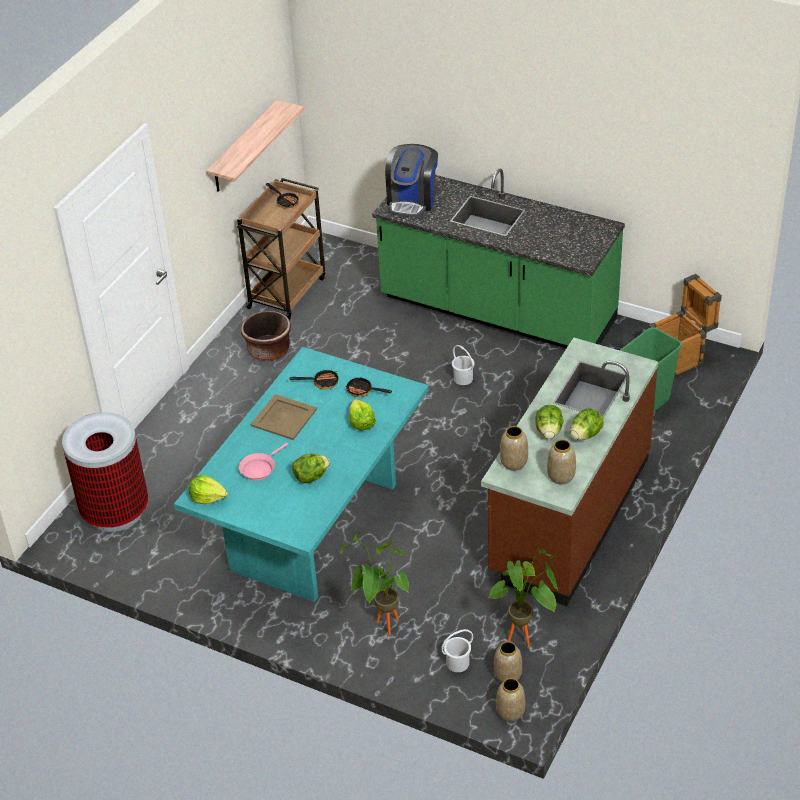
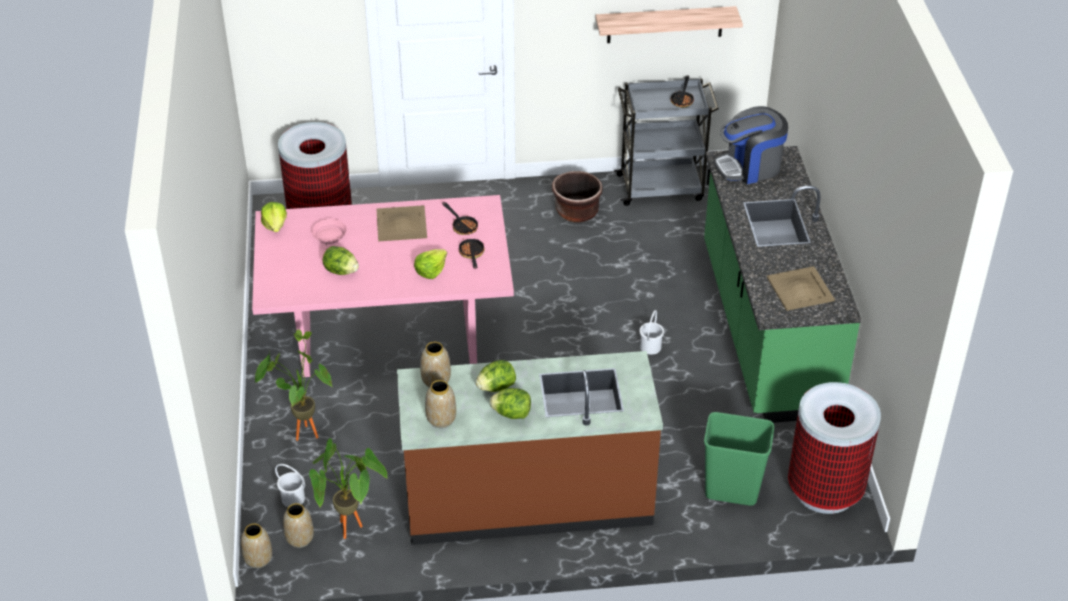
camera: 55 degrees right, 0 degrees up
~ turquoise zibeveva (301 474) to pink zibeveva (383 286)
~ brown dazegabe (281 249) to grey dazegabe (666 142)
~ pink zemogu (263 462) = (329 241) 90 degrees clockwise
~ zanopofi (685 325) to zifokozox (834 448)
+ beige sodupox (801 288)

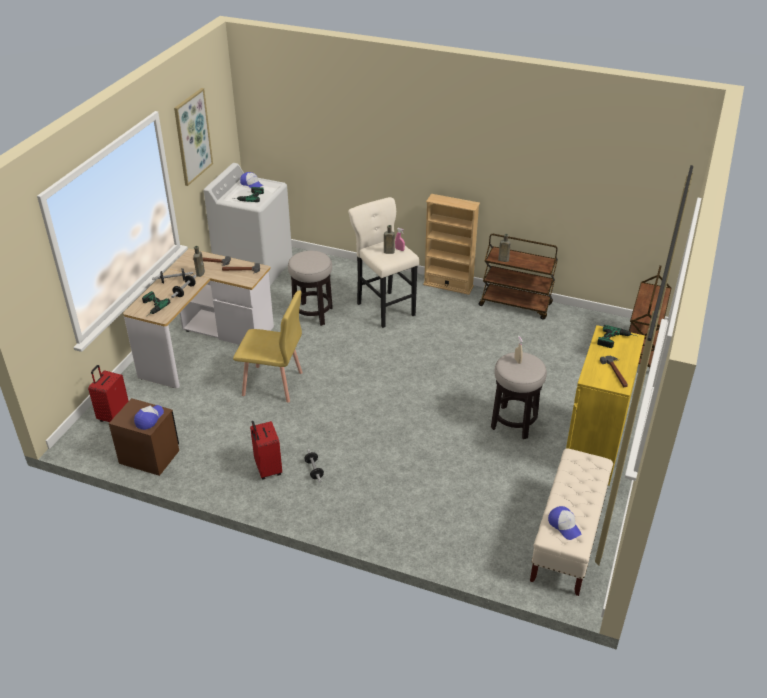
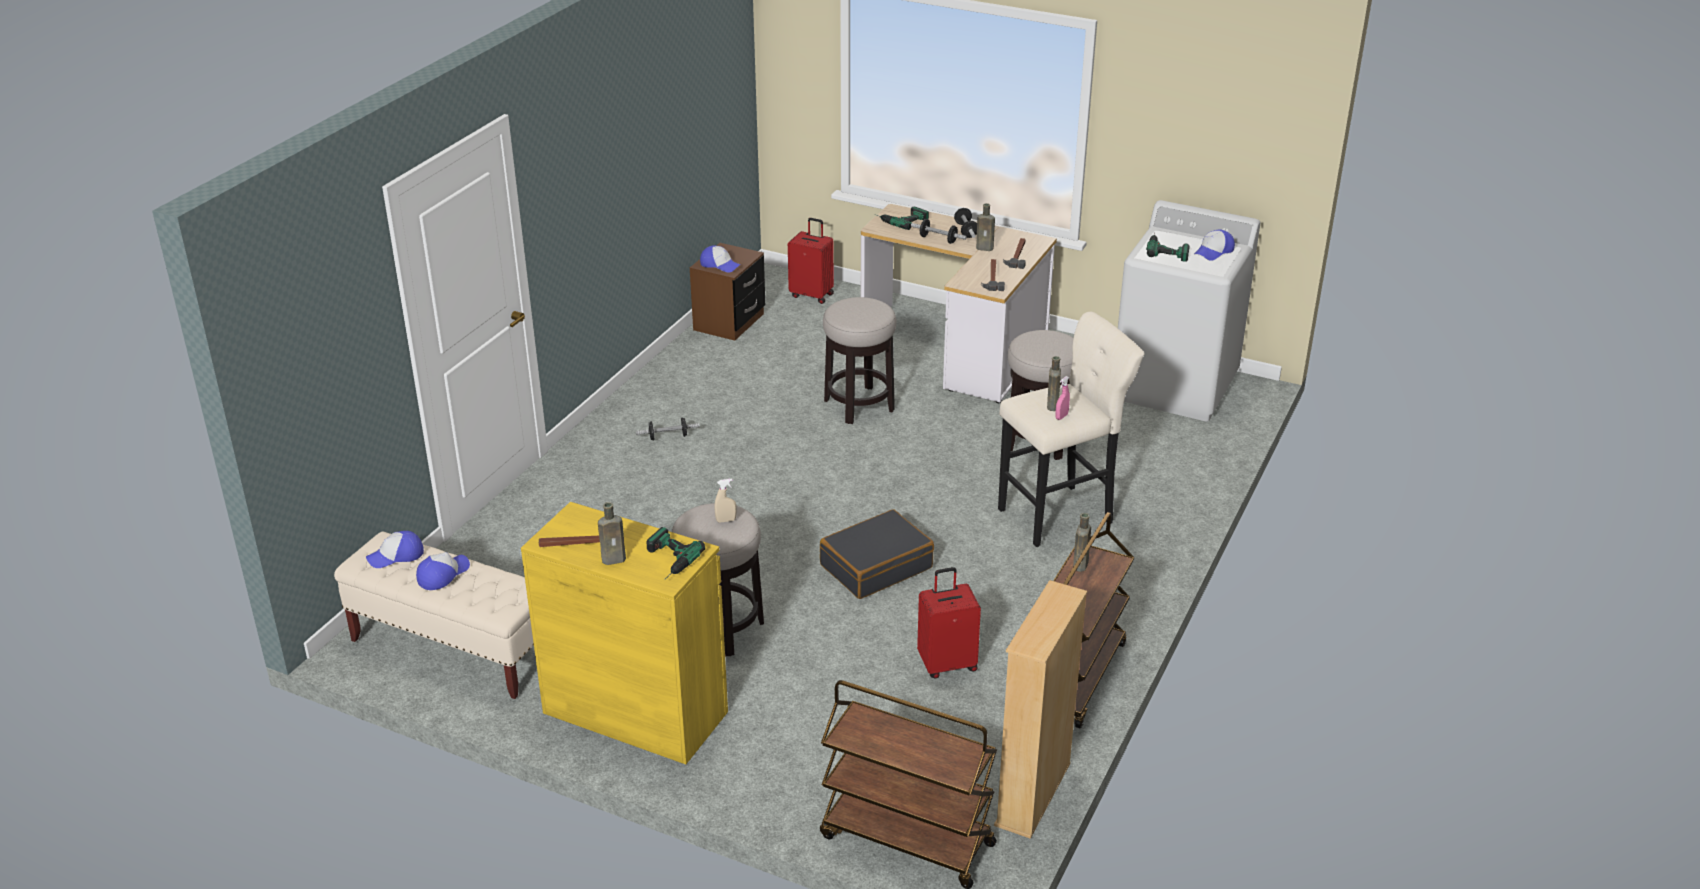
camera: 95 degrees right, 5 degrees down
- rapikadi (193 137)
~ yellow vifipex (267 346) to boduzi (859 360)
~ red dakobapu (266 450) to (949 623)
~ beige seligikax (451 244) to (1040 709)
+ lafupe (443 571)
+ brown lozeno (612 533)
+ black dakobapu (877 554)

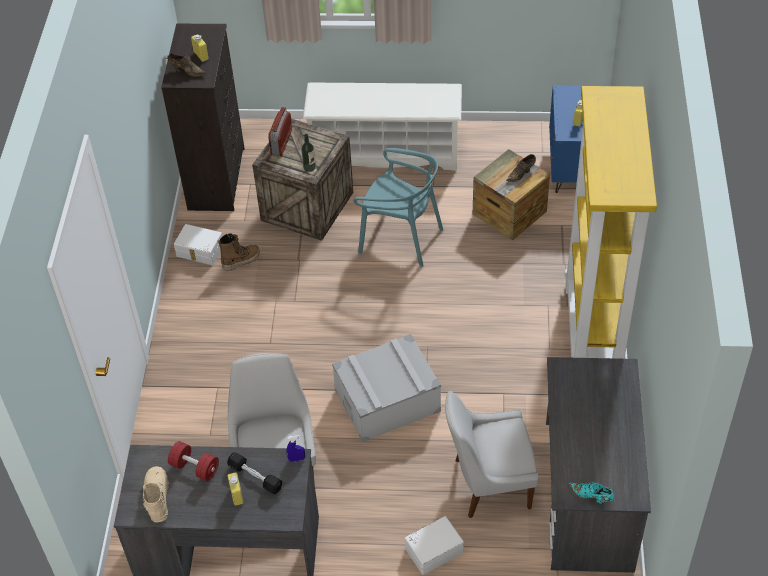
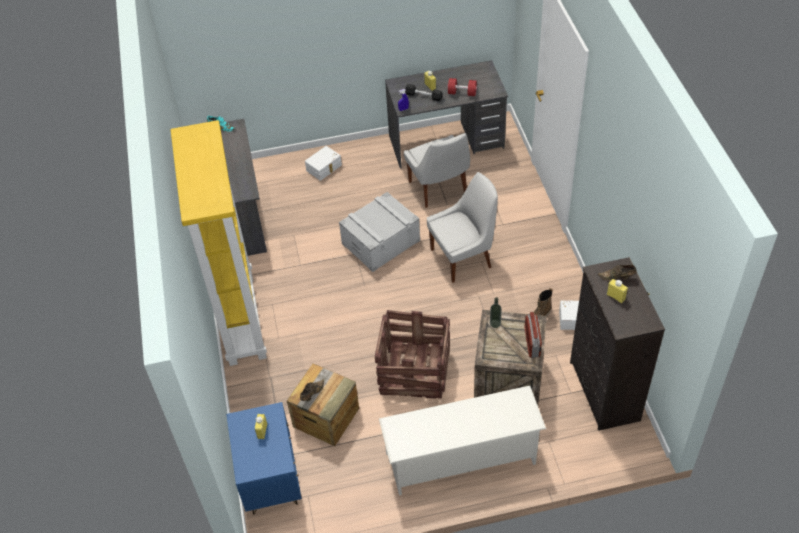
camera: 165 degrees right, 0 degrees up
- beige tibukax (156 494)
~ turquoise vifipex (398 207) to zanopofi (412 354)
~ white vifipex (492 454) to (462 227)

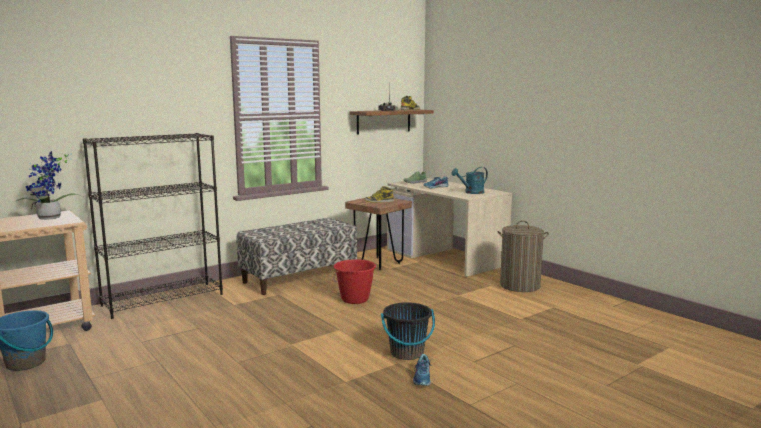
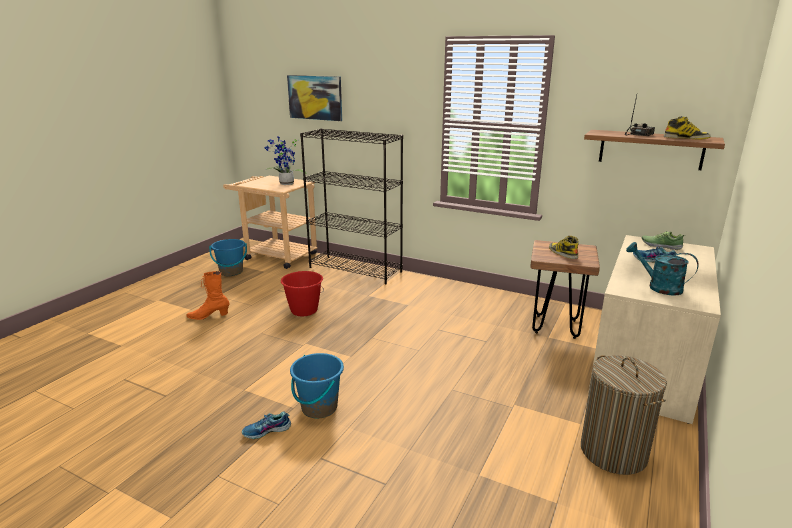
camera: 65 degrees right, 10 degrees up
- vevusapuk (296 256)
~ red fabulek (355 281) to (302 293)
~ black fabulek (408 331) to blue fabulek (317 385)
+ orange tibukax (208 295)
+ rapikadi (314 98)

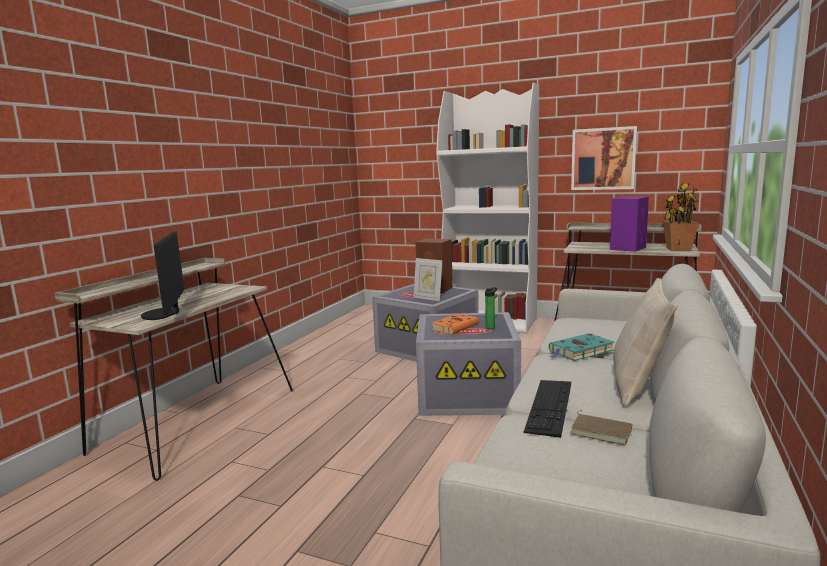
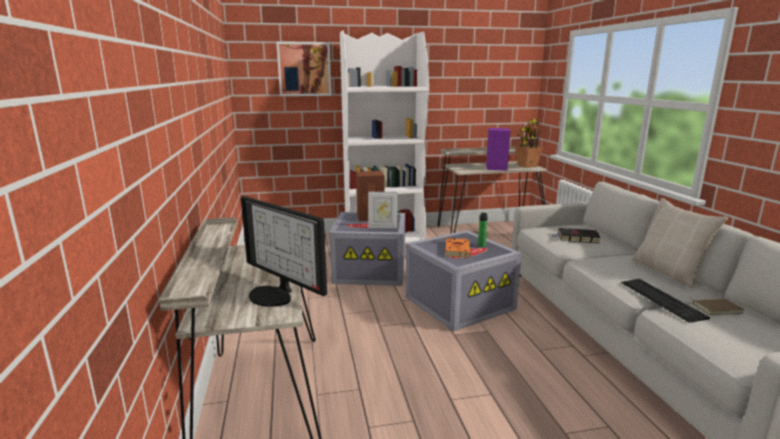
camera: 35 degrees left, 5 degrees up
- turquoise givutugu (581 347)
~ rapikadi (604 158) to (304 68)
+ black givutugu (576 235)

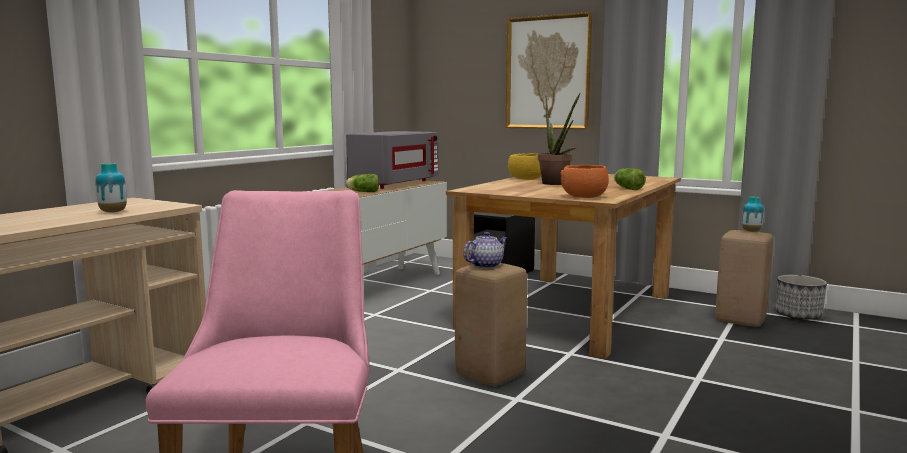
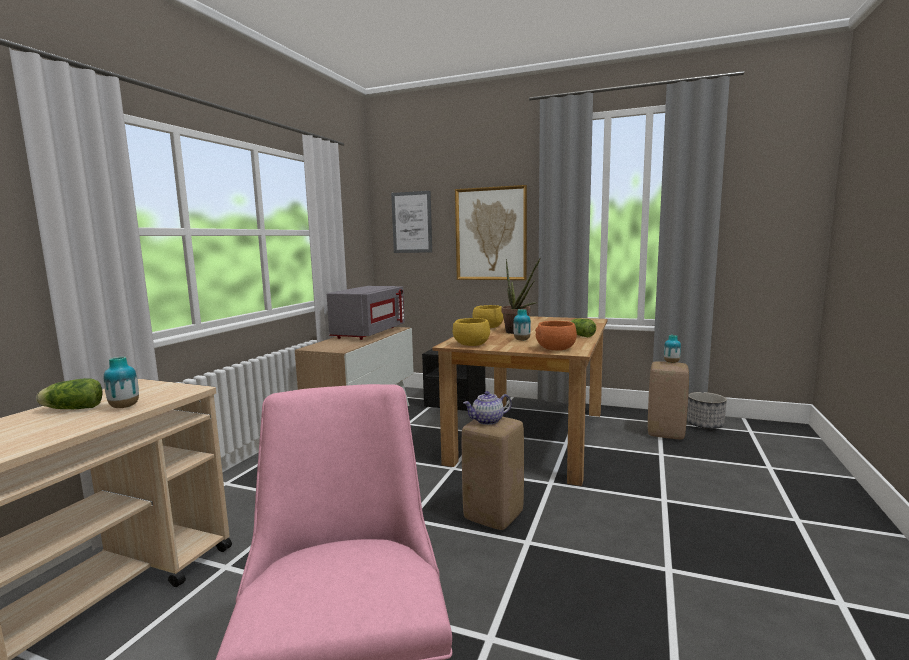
camera: 10 degrees left, 0 degrees up
~ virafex (362 183) to (69 393)
~ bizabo (485 250) = (487 408) 150 degrees counterclockwise
+ rapikadi (411 222)
+ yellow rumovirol (471 332)
+ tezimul (522 325)

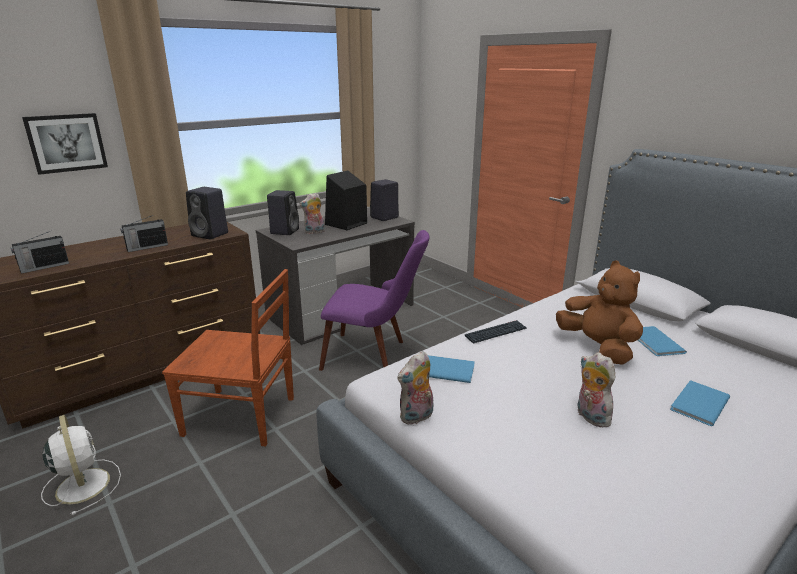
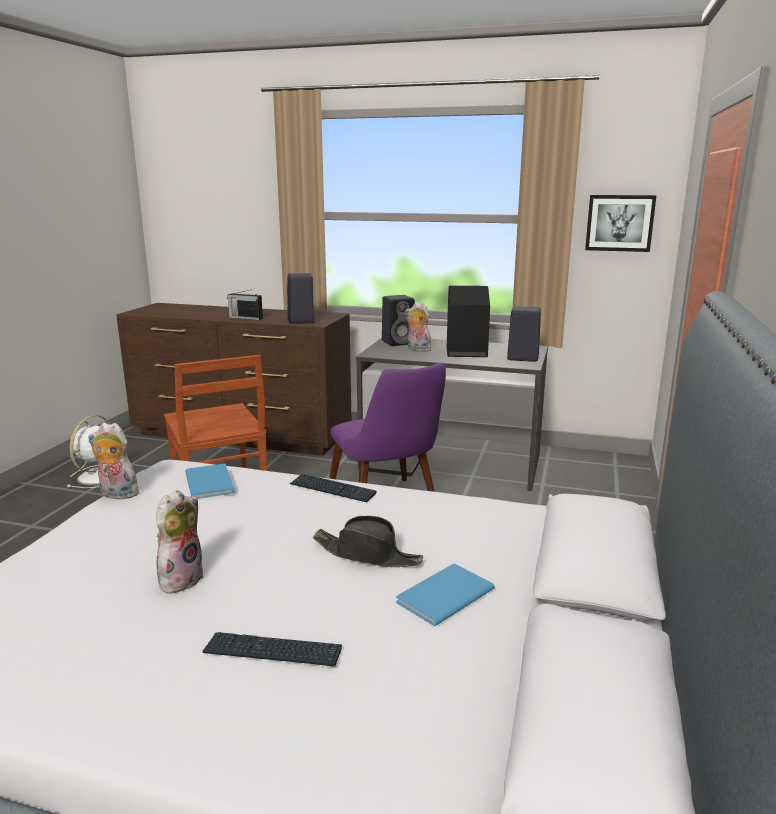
camera: 55 degrees right, 5 degrees down
- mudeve (40 252)
~ rapikadi (65 144) to (620 223)
~ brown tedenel (599 312) to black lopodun (368 541)
~ blue givutugu (700 403) to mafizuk (272 649)

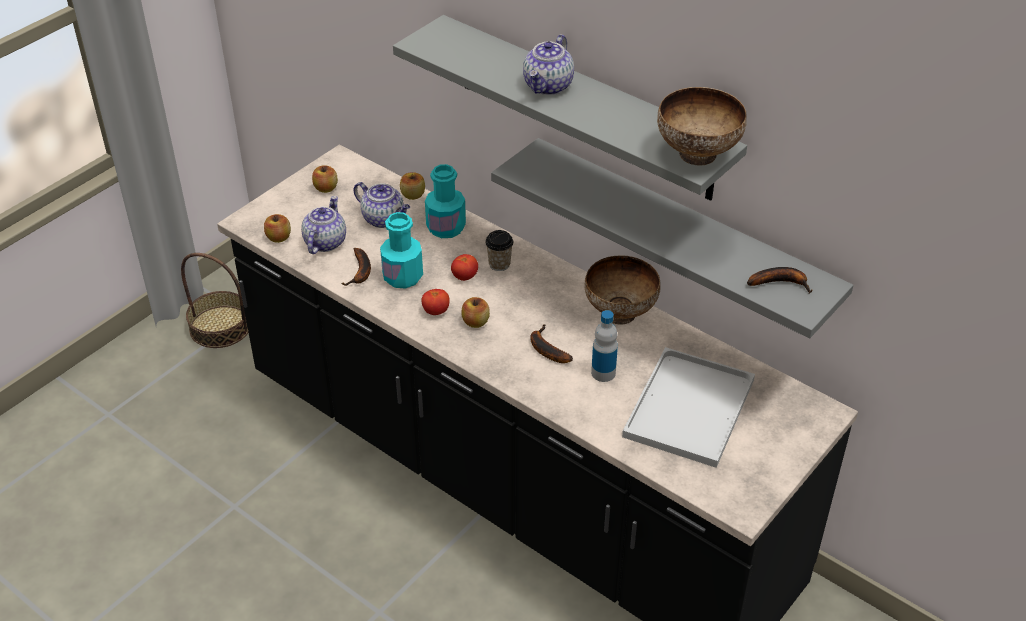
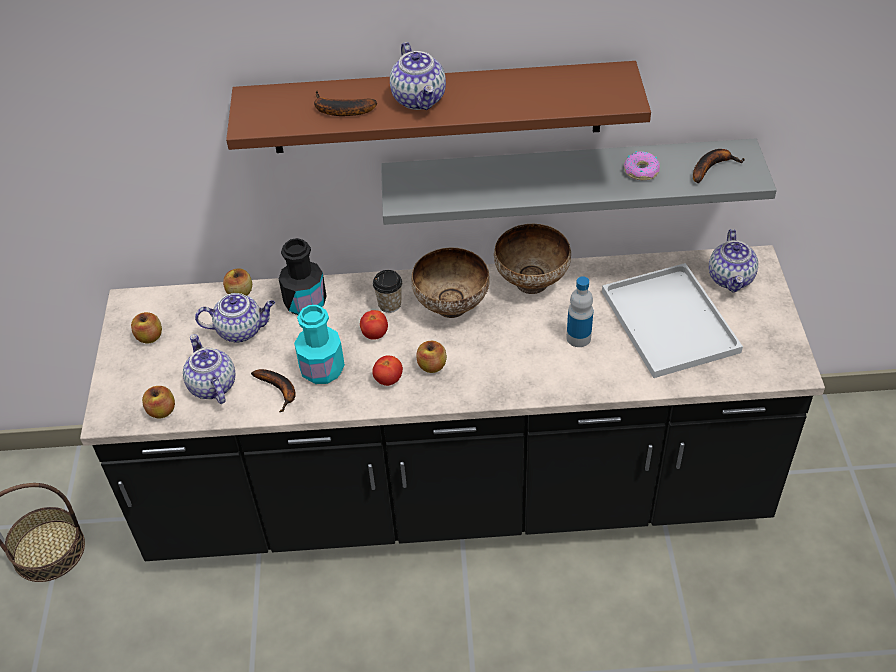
camera: 40 degrees left, 5 degrees up
~ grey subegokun (570 108) to brown subegokun (438 107)
~ turquoise lozeno (445 201) to black lozeno (303 276)
~ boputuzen (551 343) to (345 103)
~ rumovirol (702 126) to (450 282)
+ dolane (642 165)
+ bizabo (733 261)

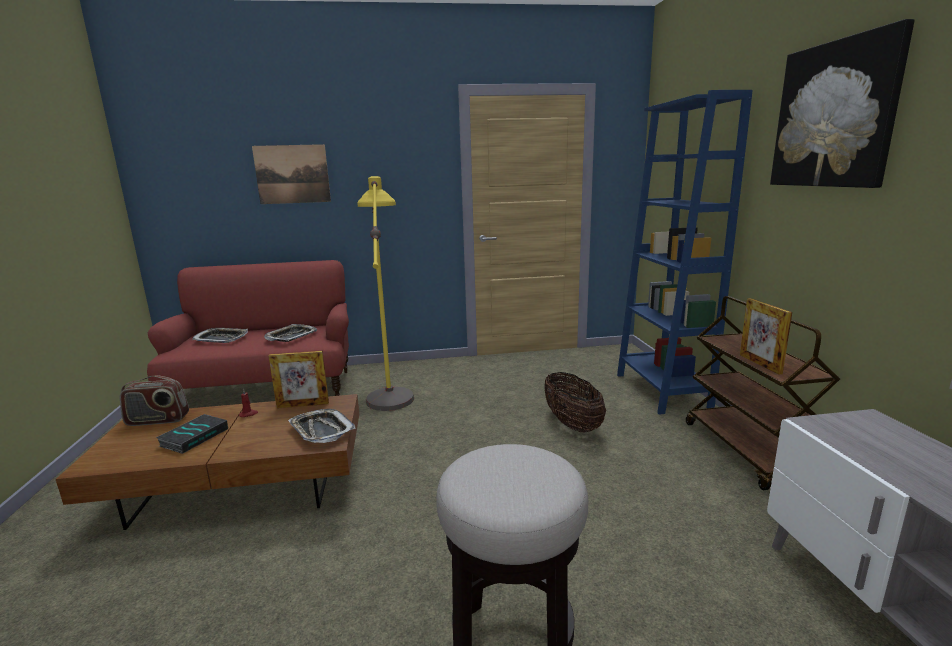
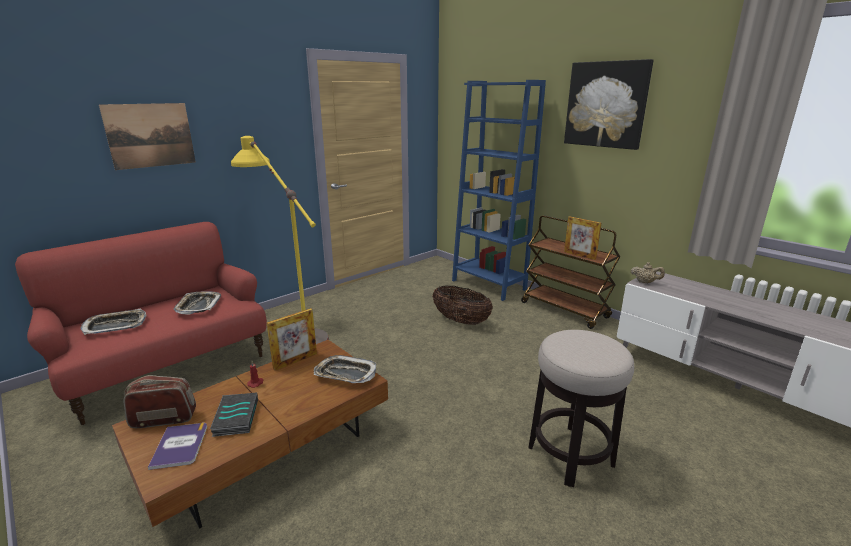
camera: 35 degrees left, 5 degrees up
~ mudeve (154 400) = (160 401) 150 degrees counterclockwise
+ givutugu (177 446)
+ beige bizabo (648 272)

